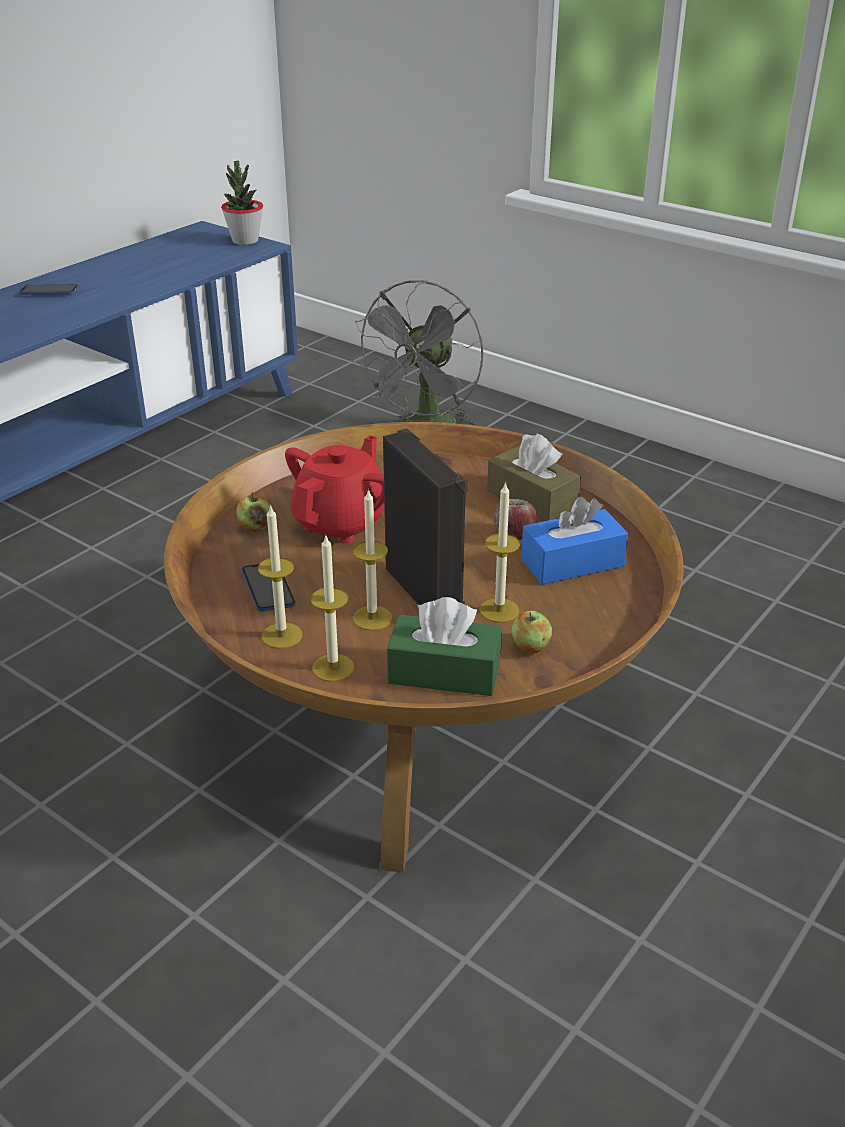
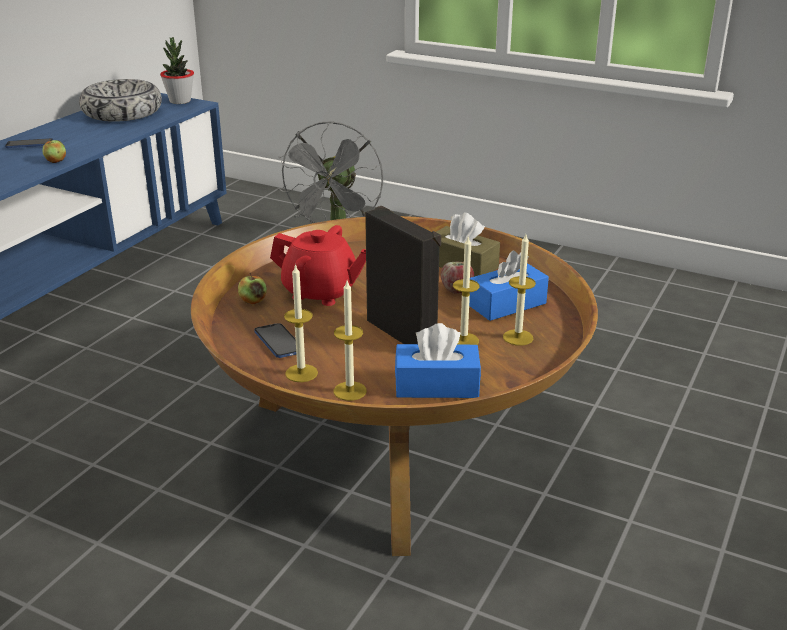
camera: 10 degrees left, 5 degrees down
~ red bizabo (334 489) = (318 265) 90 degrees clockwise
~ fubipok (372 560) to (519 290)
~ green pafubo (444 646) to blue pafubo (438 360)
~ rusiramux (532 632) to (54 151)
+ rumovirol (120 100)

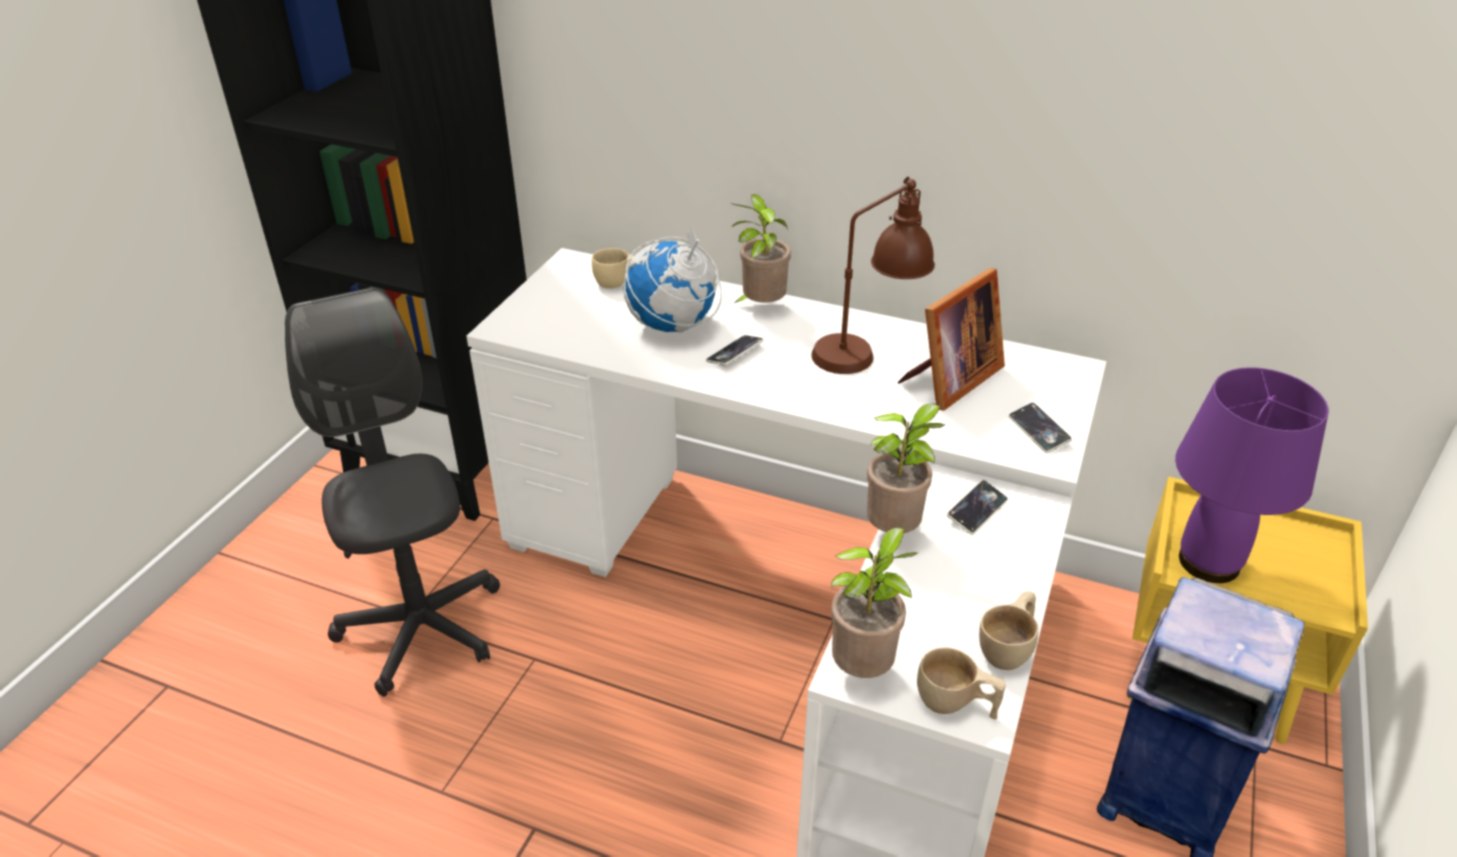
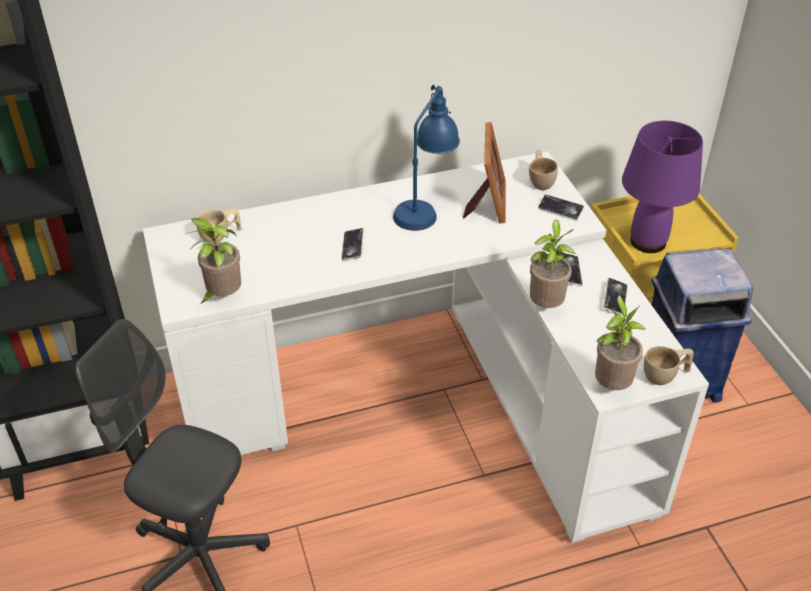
camera: 40 degrees left, 5 degrees up
- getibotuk (673 278)
~ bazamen (761 249) to (213 261)
~ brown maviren (873 275) to blue maviren (426 158)
~ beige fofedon (1008 630) to (543 170)
+ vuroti (615 296)

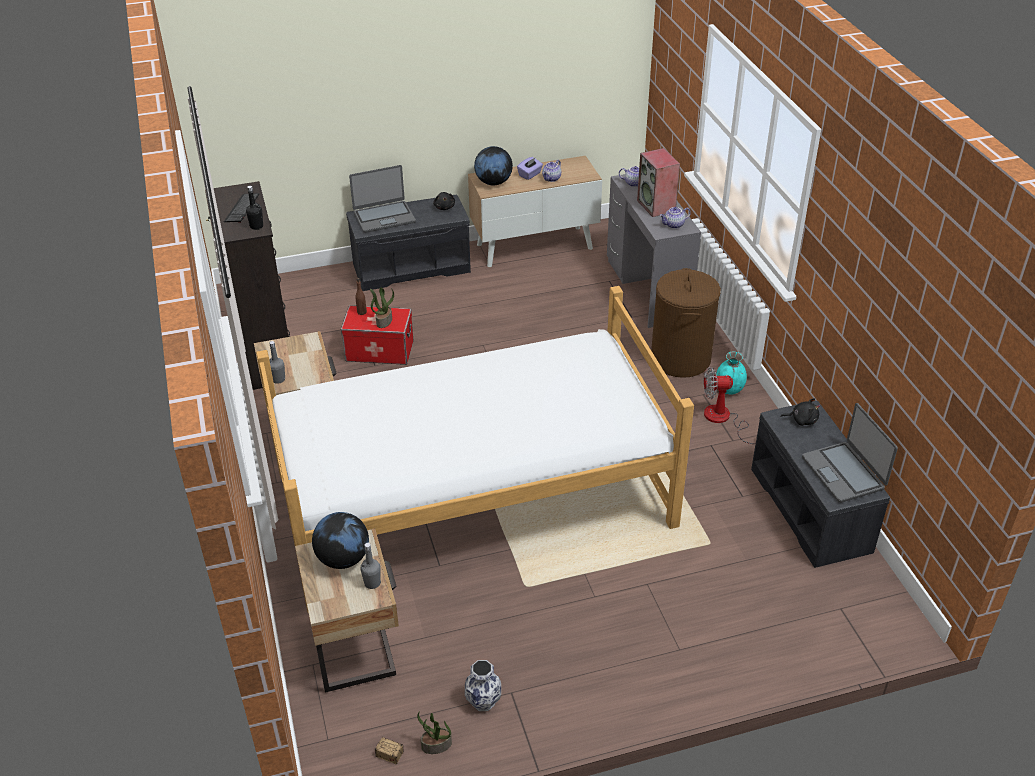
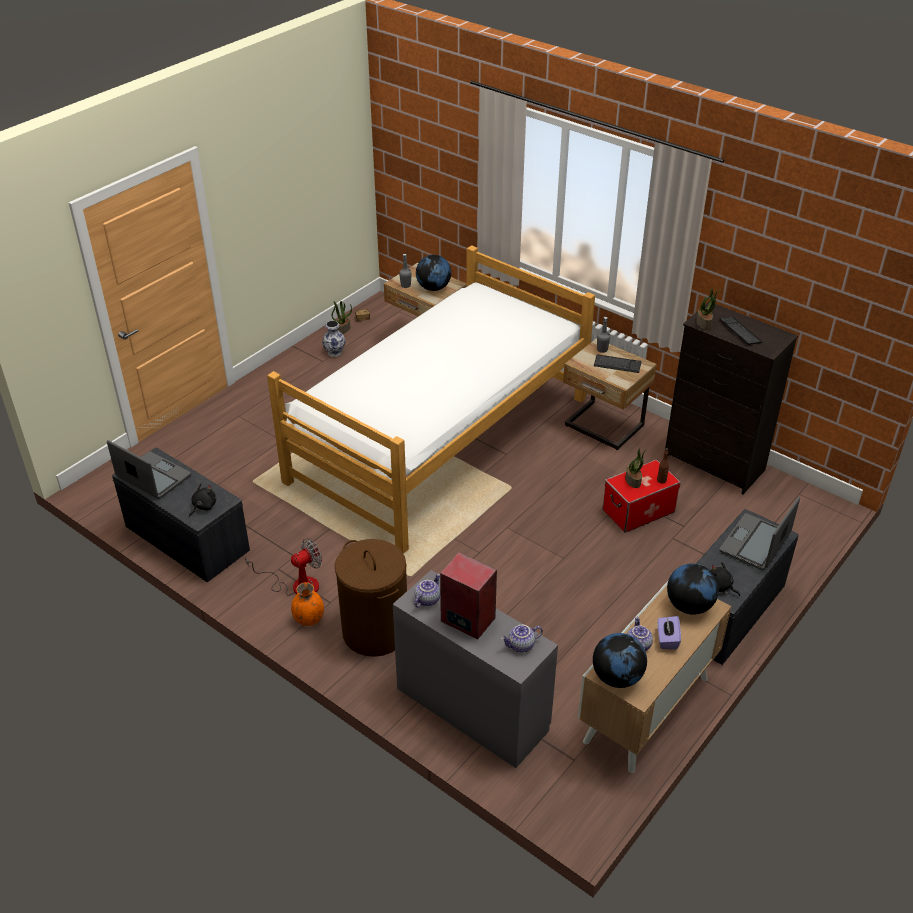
camera: 145 degrees right, 0 degrees up
~ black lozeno (254 208) to bazamen (708 309)
~ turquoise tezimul (731 373) to orange tezimul (307 604)
~ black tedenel (800 412) = (202 500) 150 degrees clockwise
+ getibotuk (620 660)
+ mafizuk (617 363)

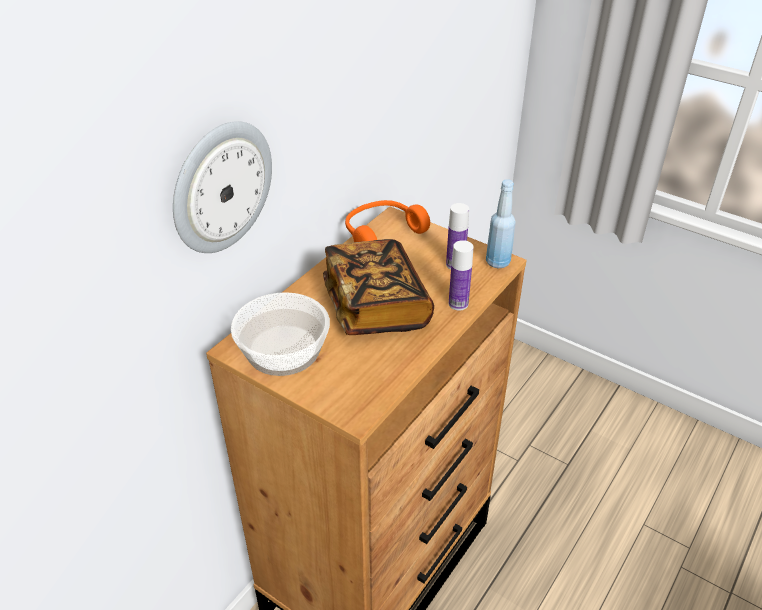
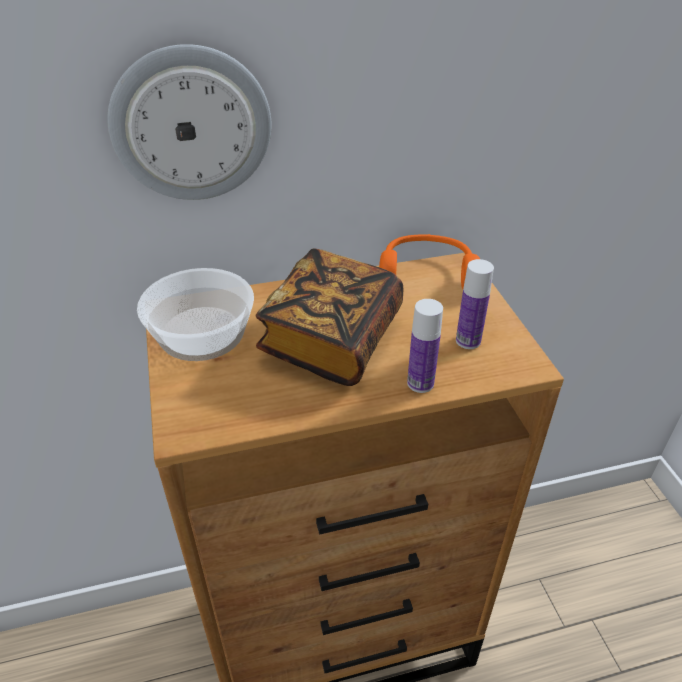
camera: 40 degrees right, 0 degrees up
- blue lozeno (501 223)

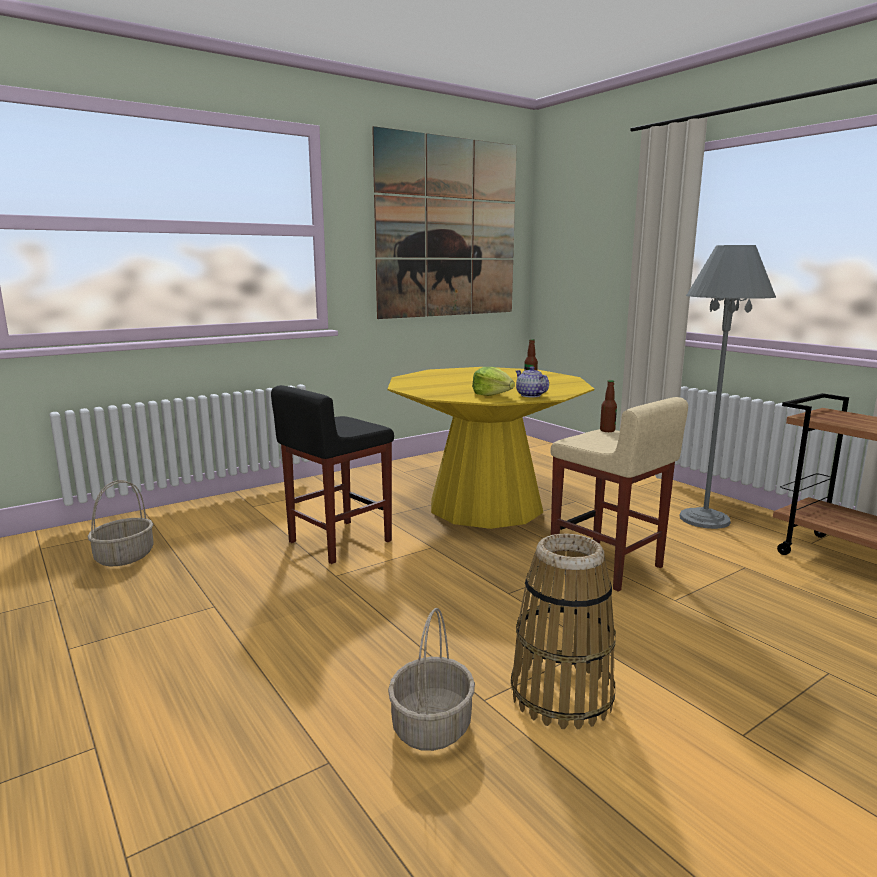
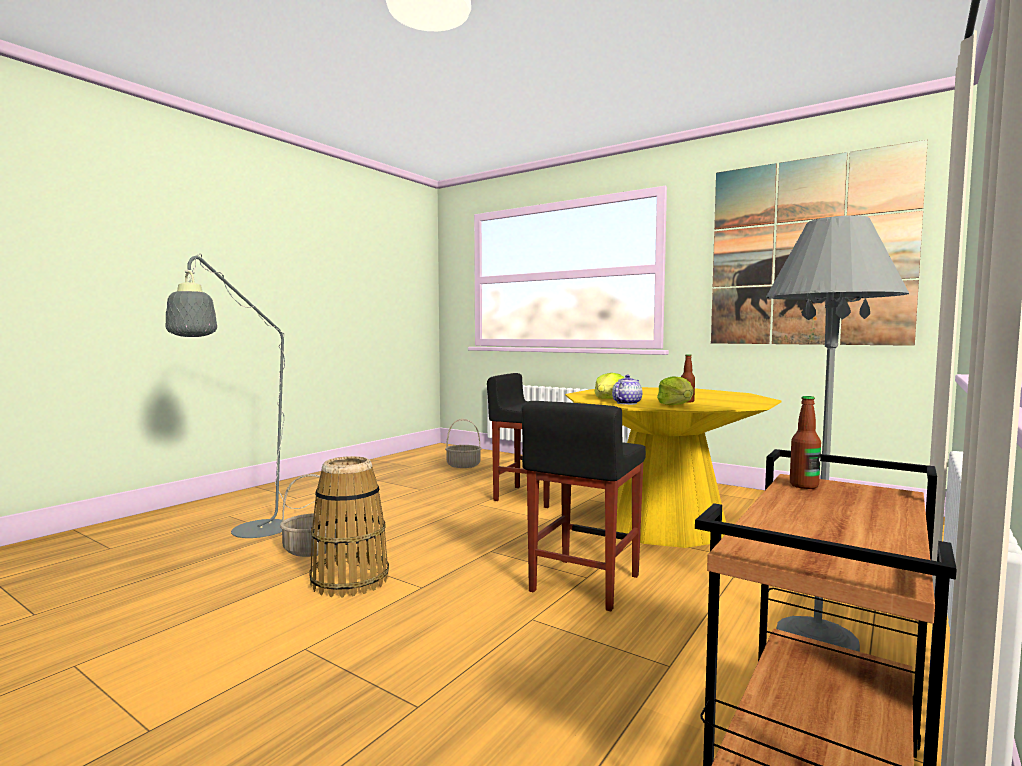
camera: 70 degrees right, 10 degrees down
~ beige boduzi (619 494) to black boduzi (584 506)
~ lozeno (608 406) to (805 442)
+ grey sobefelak (240 396)
+ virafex (675 390)

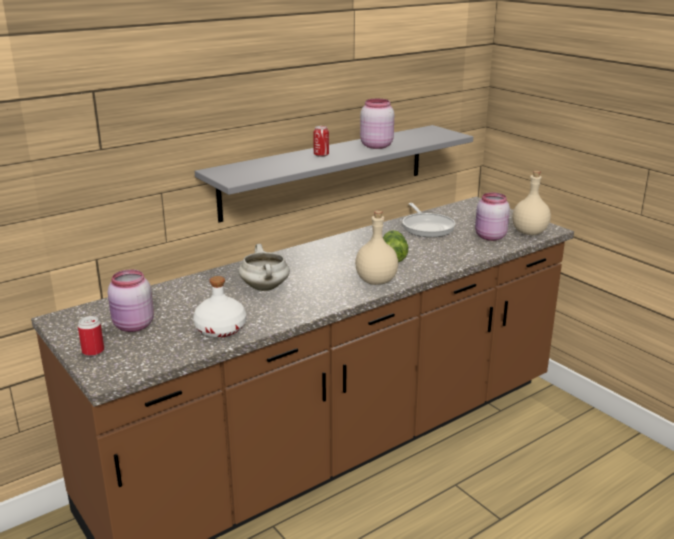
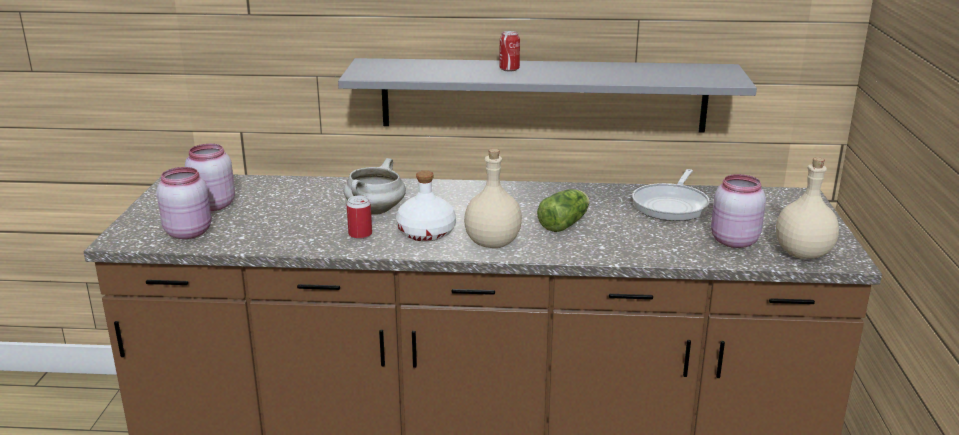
camera: 40 degrees right, 0 degrees up
~ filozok (91 336) to (359 217)
~ white lozeno (219 307) to (426 206)
~ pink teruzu (377 124) to (184 203)

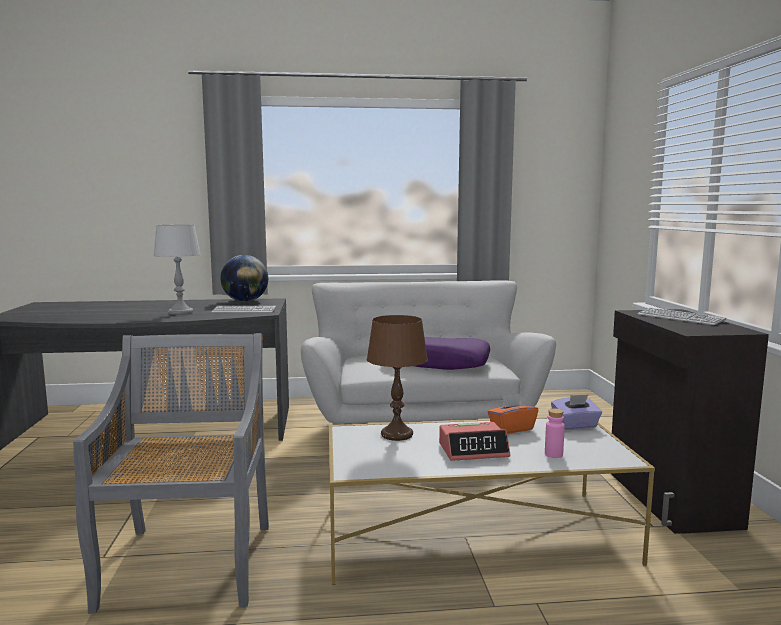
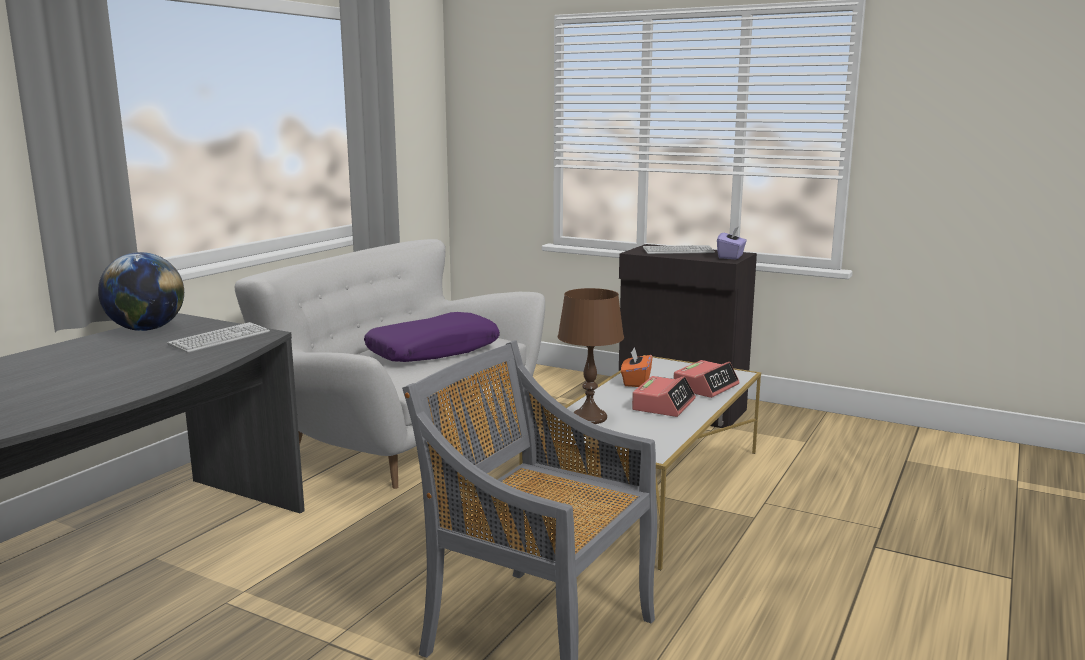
camera: 55 degrees left, 5 degrees up
- grey maviren (177 270)
~ pink lozeno (555 433) to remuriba (707 379)
~ purple pafubo (576 412) to (732 243)

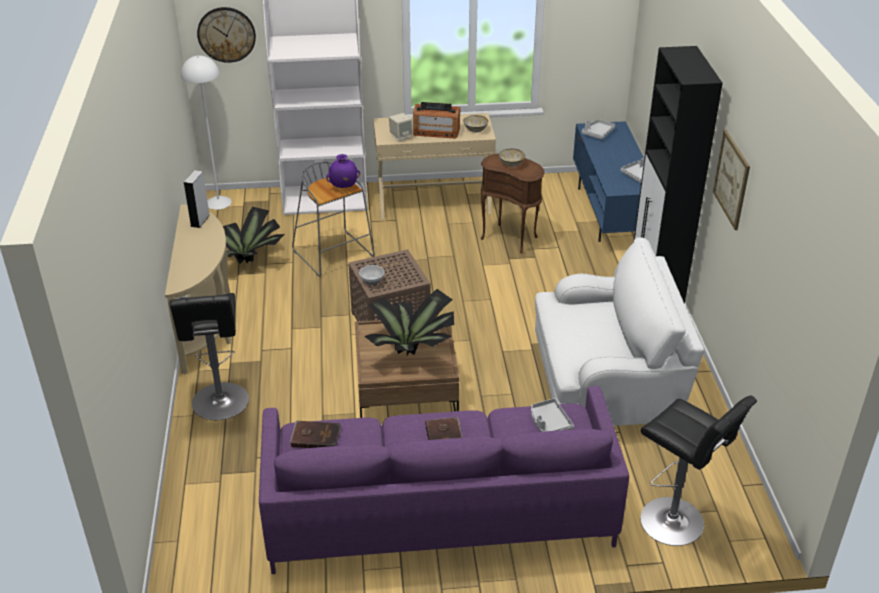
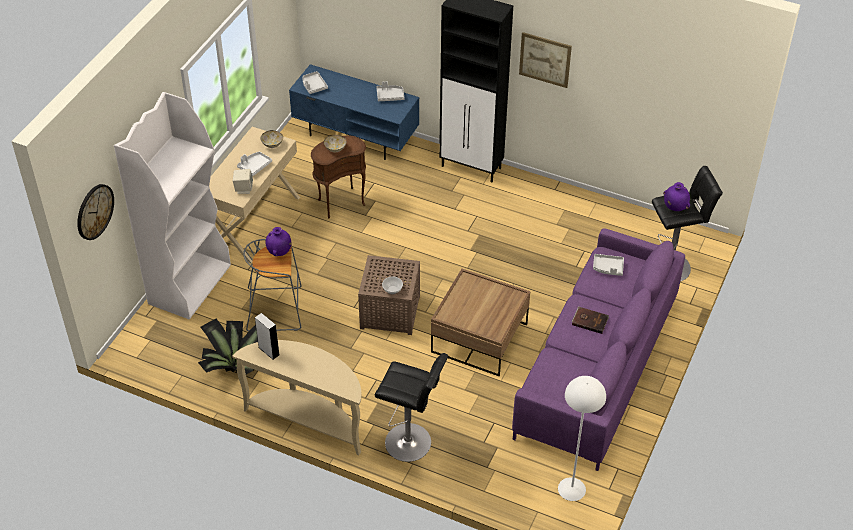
camera: 60 degrees left, 10 degrees up
~ white sobefelak (206 132) to (582 438)
- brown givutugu (315 434)
- bazamen (409 322)
~ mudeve (436 120) to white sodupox (254 164)
- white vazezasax (619 331)
+ purple tezimul (676 196)

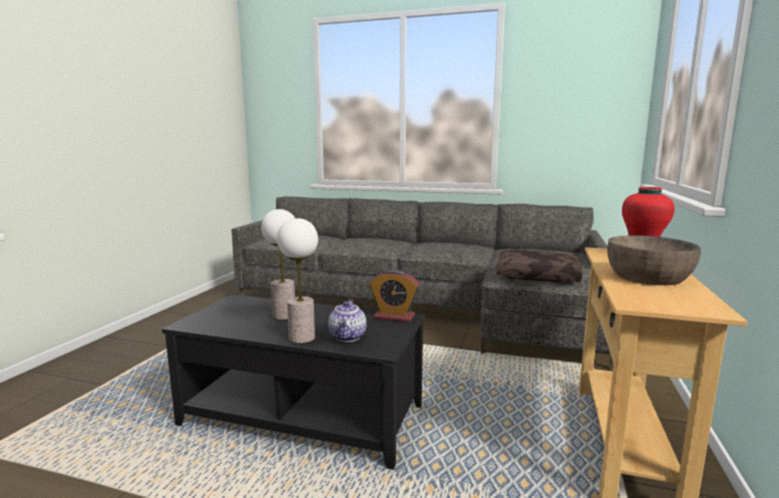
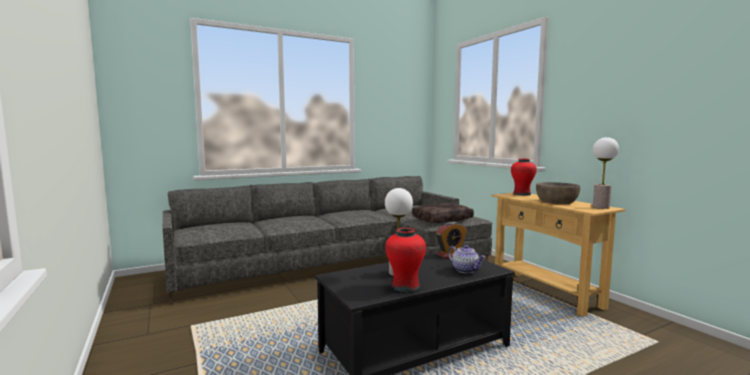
camera: 45 degrees left, 5 degrees down
~ maviren (297 280) to (606 173)
+ red tezimul (405 260)

